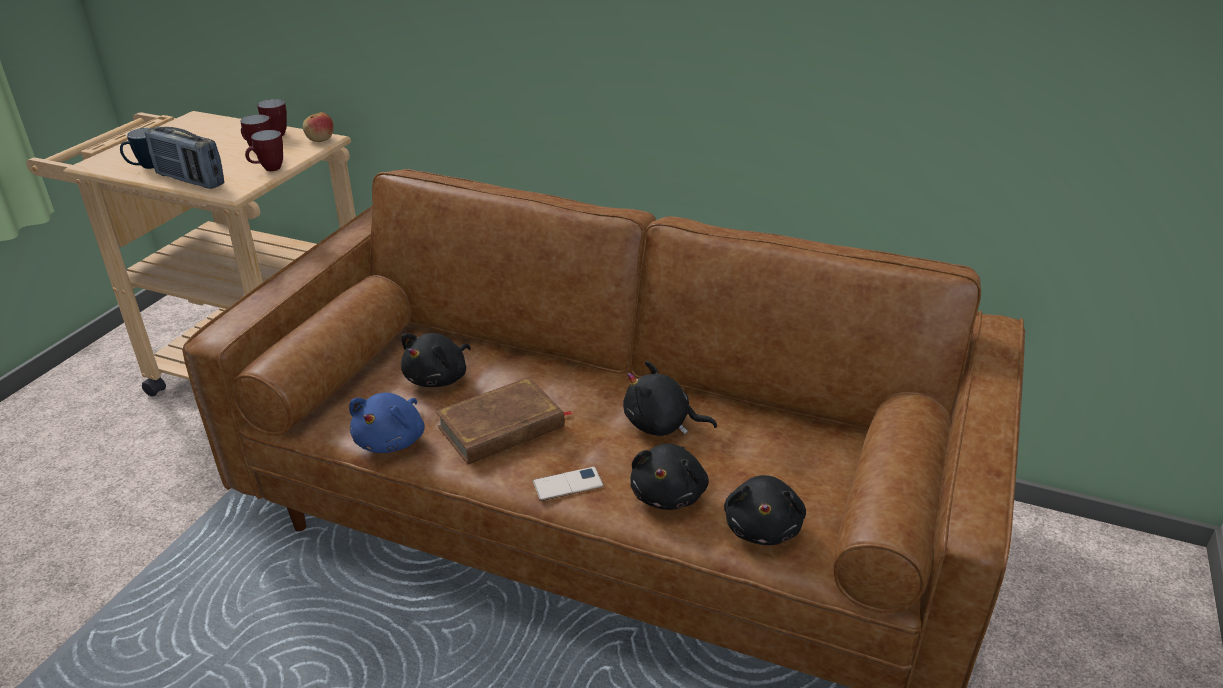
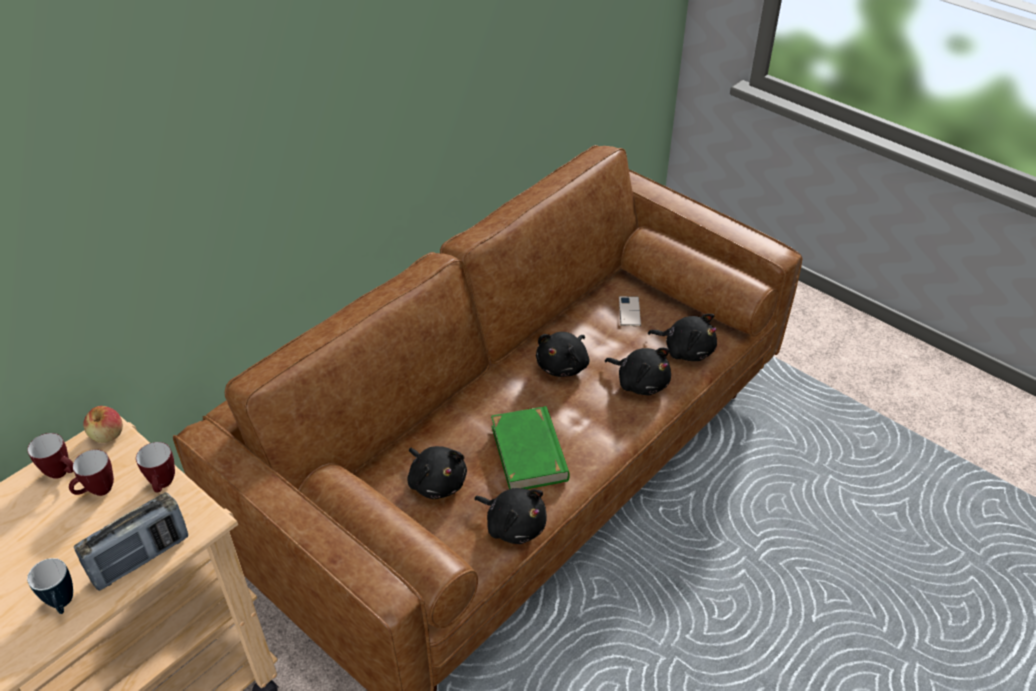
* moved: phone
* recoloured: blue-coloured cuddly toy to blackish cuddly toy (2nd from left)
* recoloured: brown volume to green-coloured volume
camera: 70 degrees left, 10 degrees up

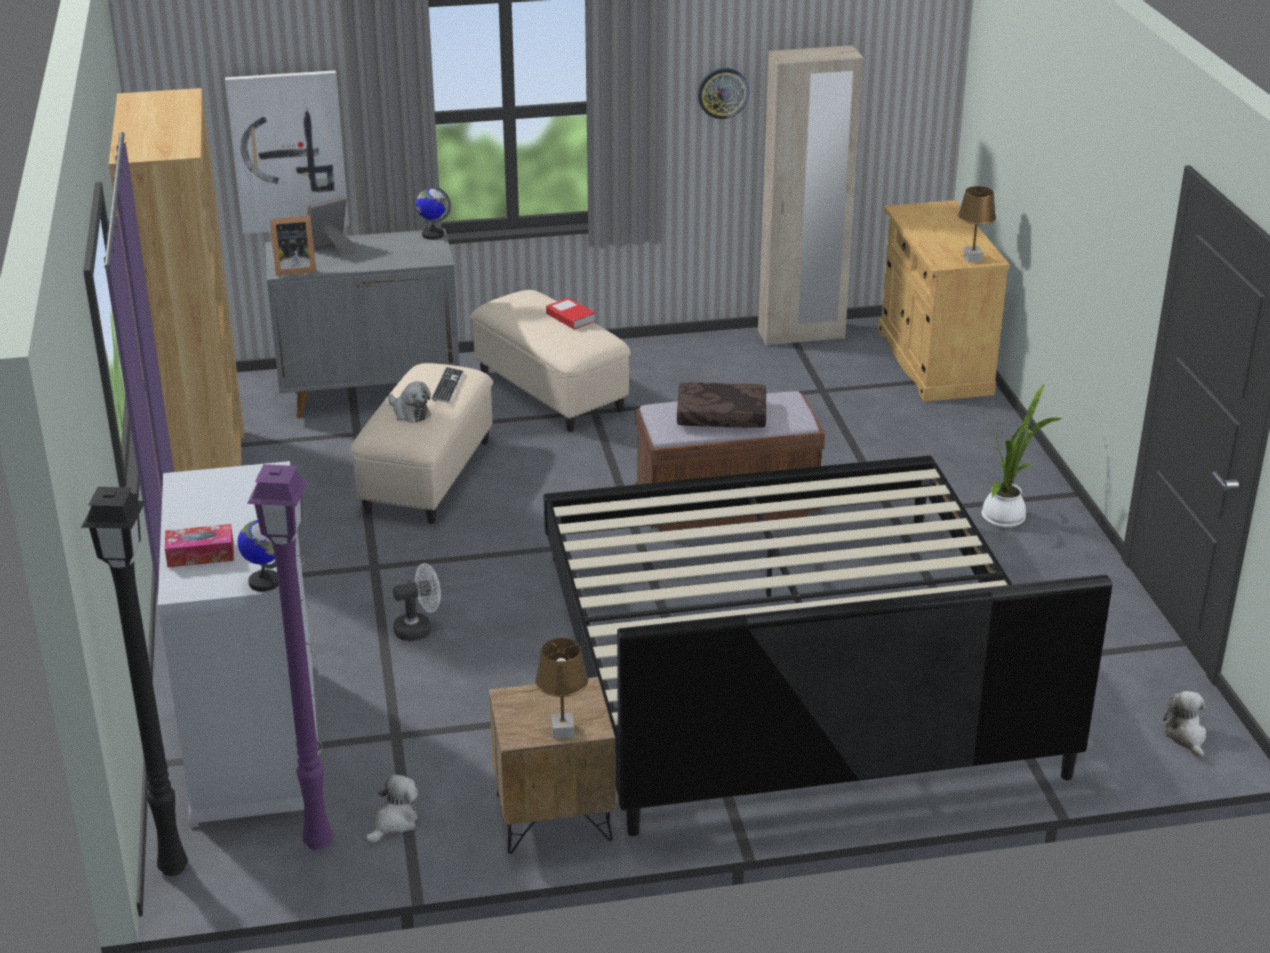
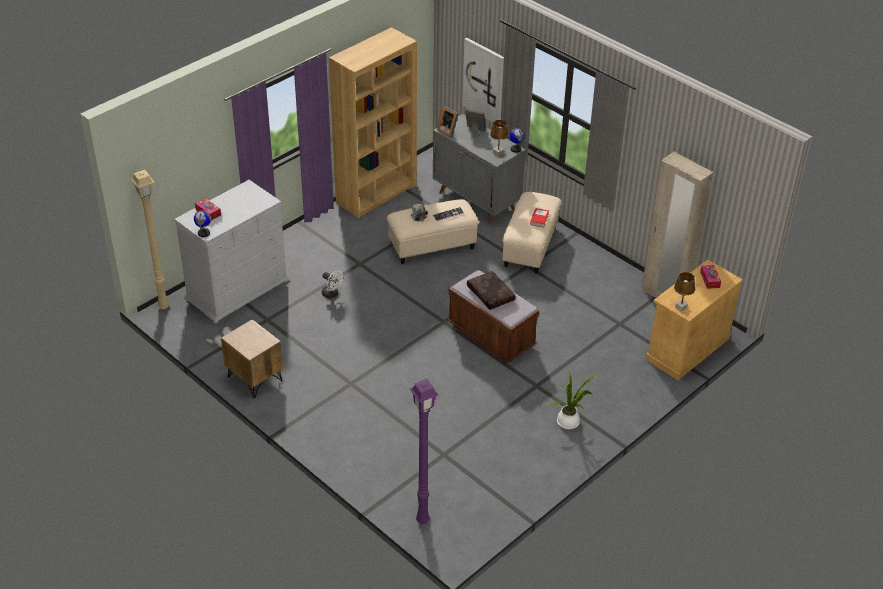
* removed: bedroom bed
* removed: clock on the wall
* removed: cuddly toy (3rd from left)
* added: tissue box (2nd from left)
* moved: purplish floor lamp
* moved: brown lamp for a table (1st from left)
* recoloured: blackish floor lamp to beige floor lamp
camera: 55 degrees right, 10 degrees up

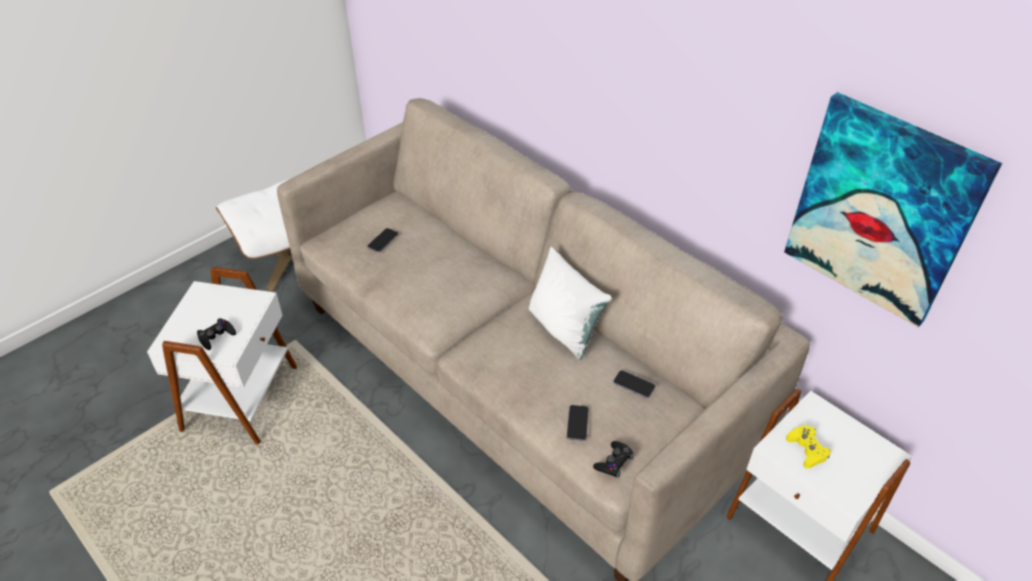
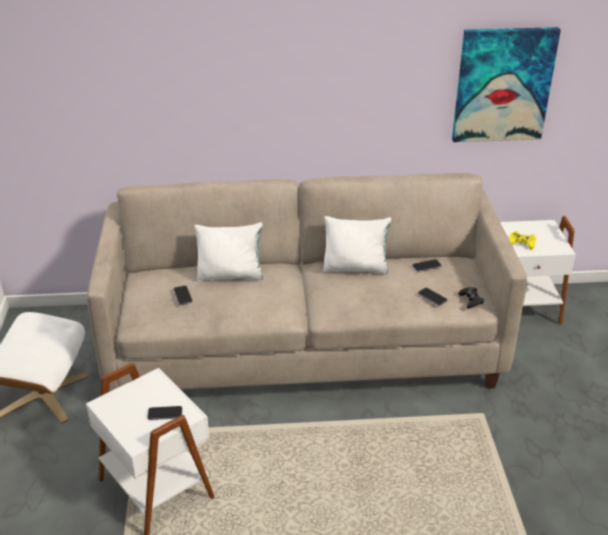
* added: whitish pillow (1st from left)
* replaced: blackish gamepad (1st from left) to phone (1st from left)
camera: 50 degrees left, 10 degrees down

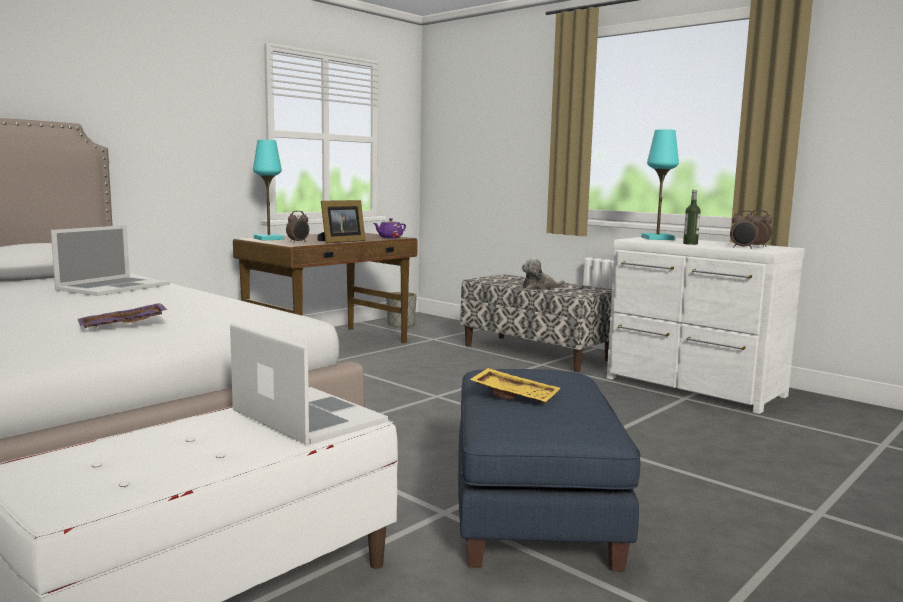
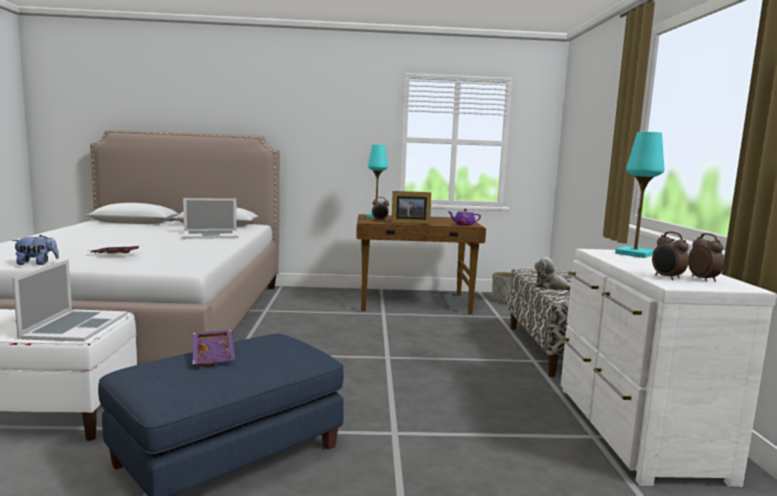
* removed: drink bottle
* added: cuddly toy (1st from left)
* recoloured: yellow carrying tray to purplish carrying tray (2nd from left)
camera: 45 degrees right, 0 degrees up

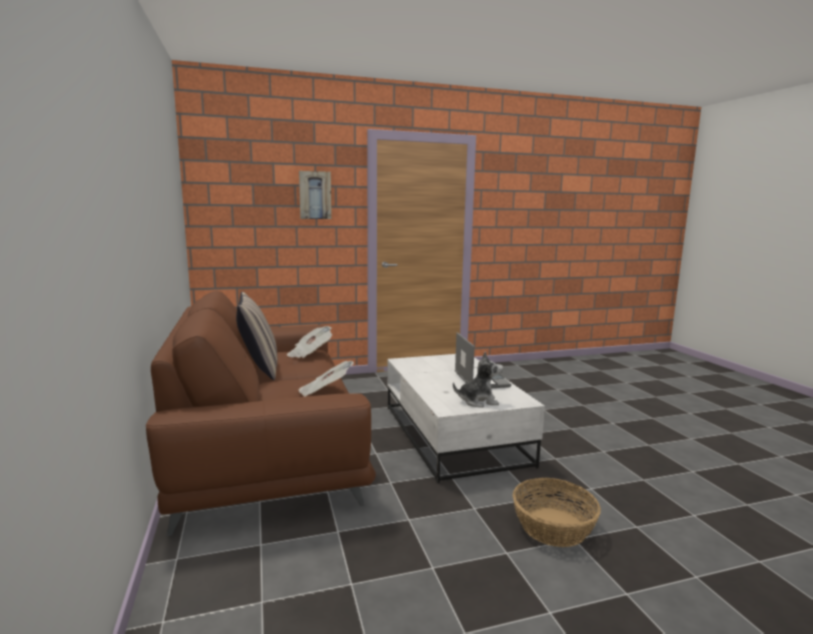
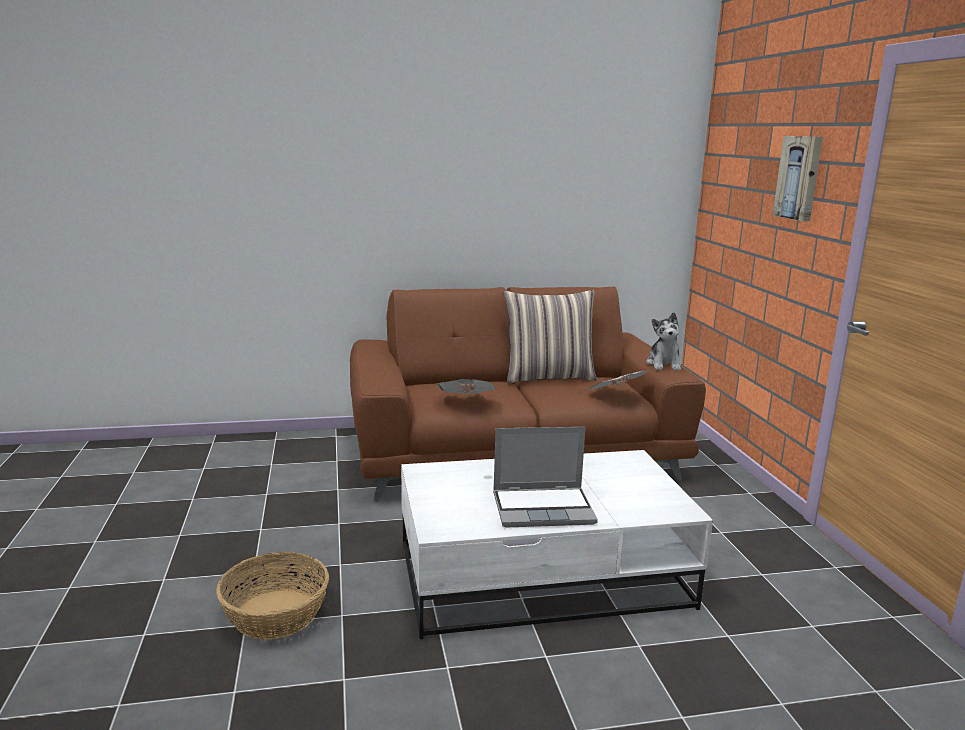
* moved: cuddly toy
camera: 95 degrees right, 5 degrees up

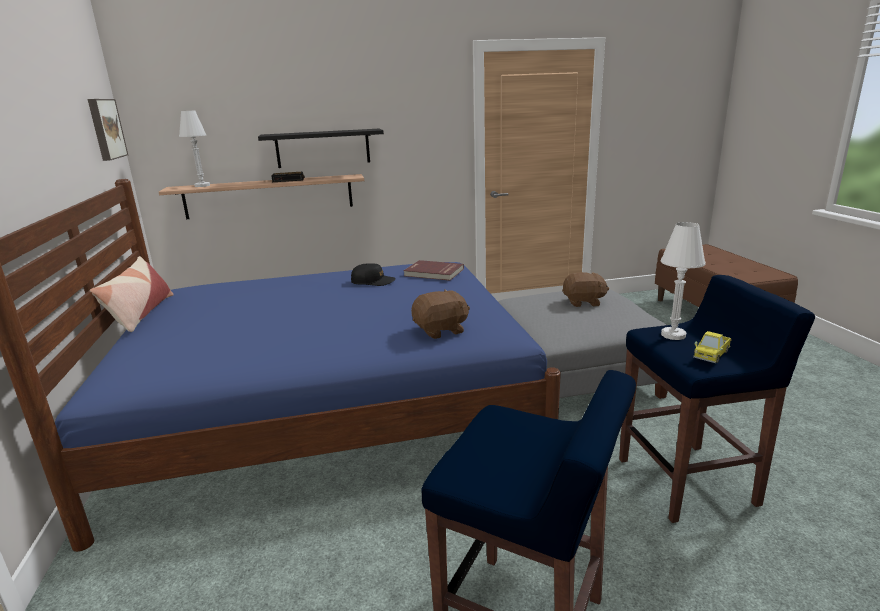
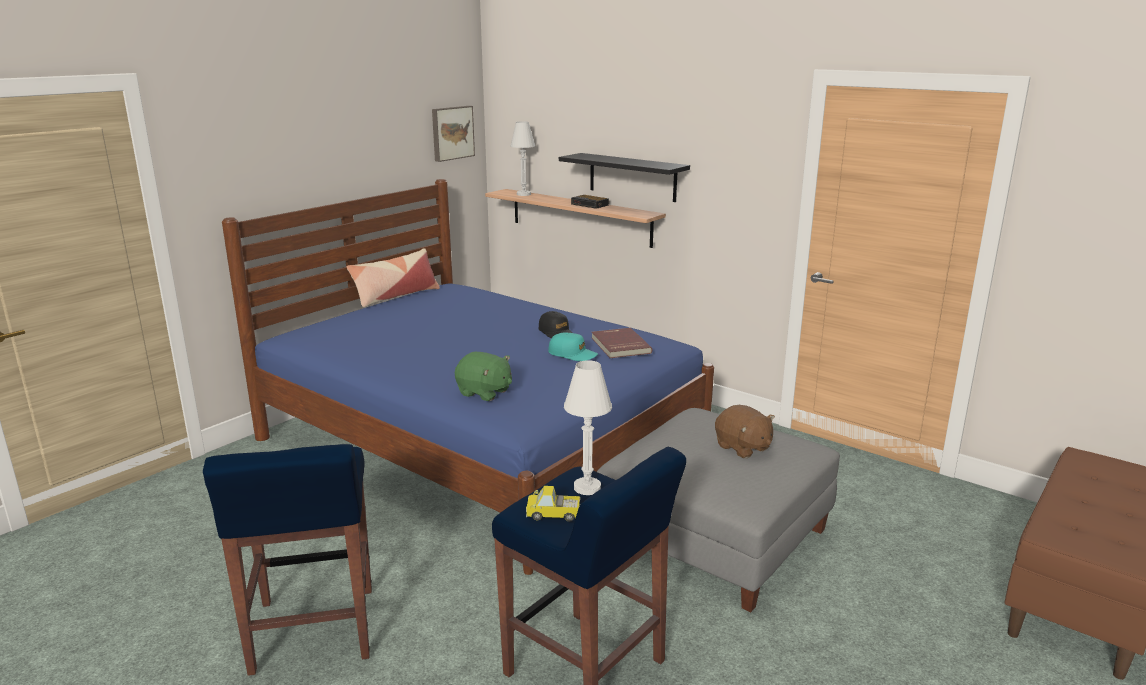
* added: blue-green cap
* recoloured: brown cuddly toy (1st from left) to green-coloured cuddly toy
camera: 50 degrees right, 0 degrees up

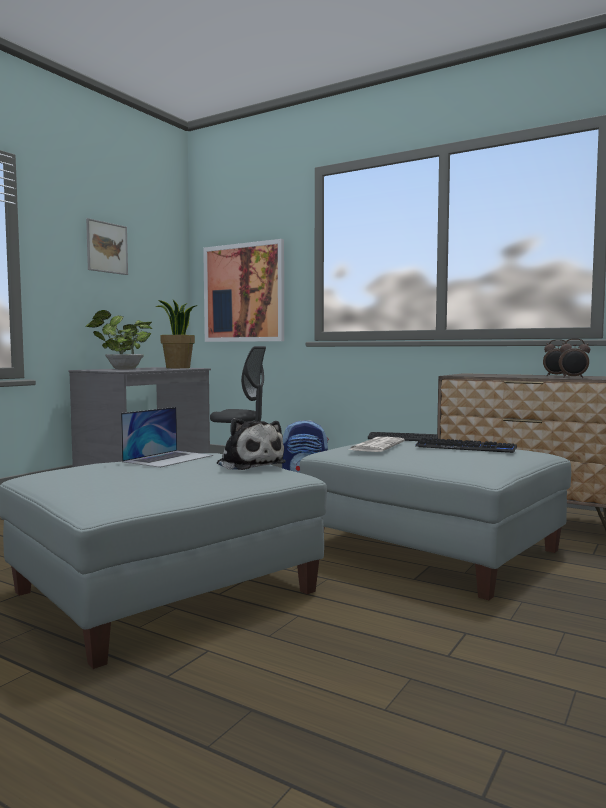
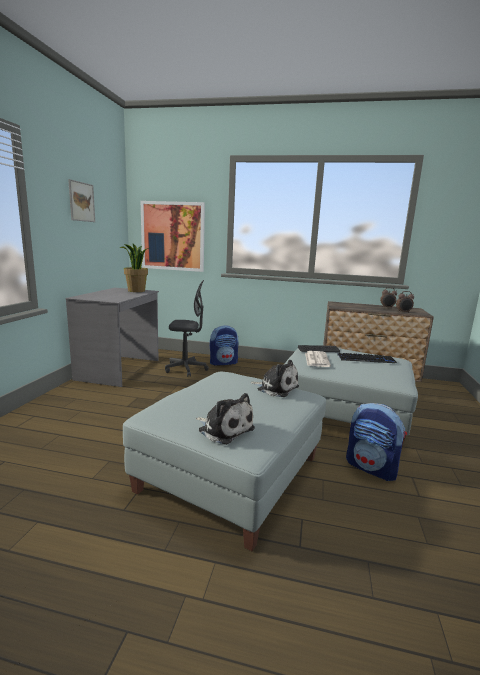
* removed: potted plant (1st from left)
* removed: laptop
* added: cuddly toy (1st from left)
* added: rucksack (2nd from left)
camera: 20 degrees left, 10 degrees up

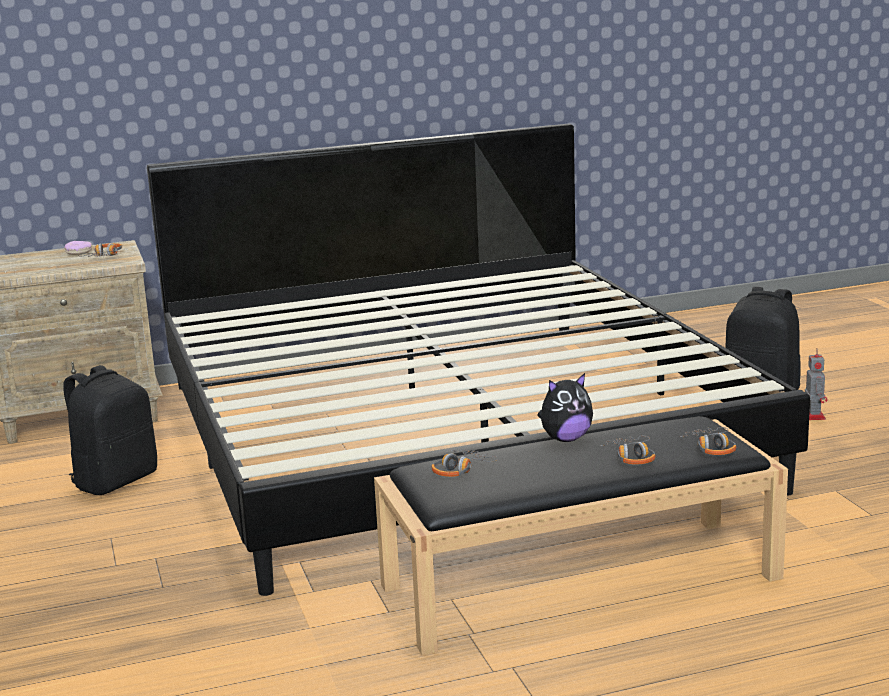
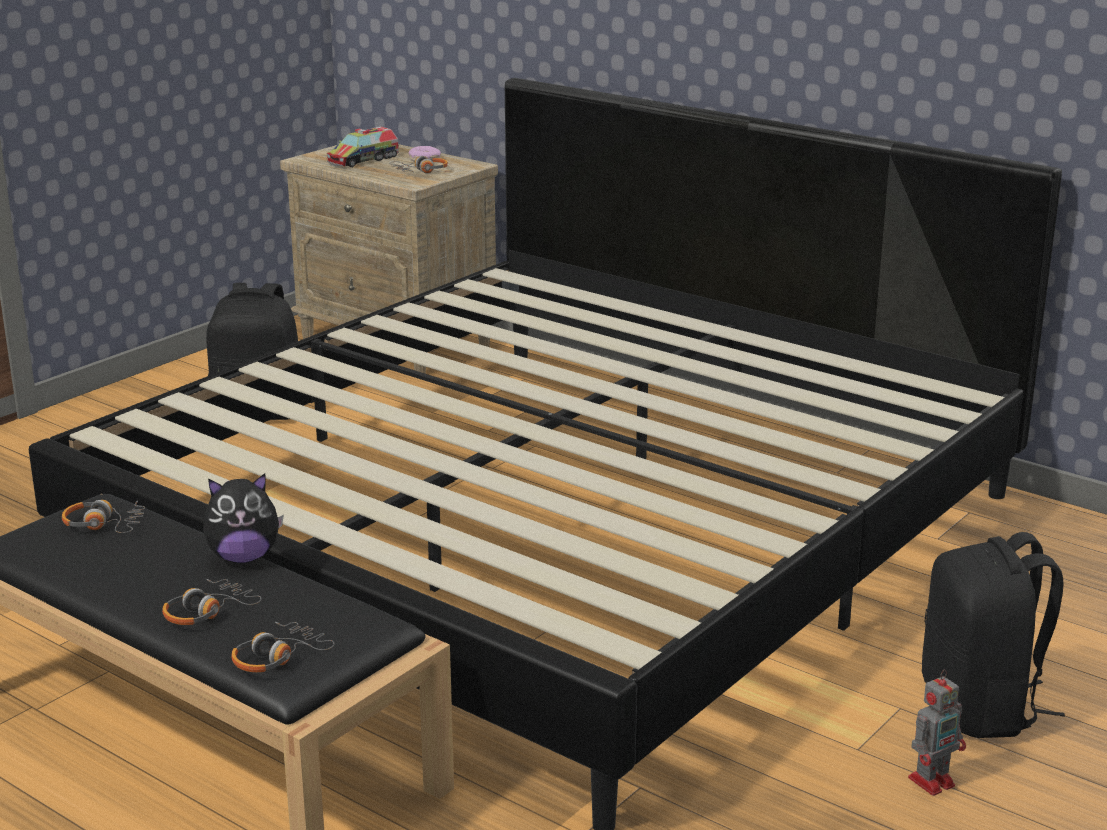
* added: toy lorry
* turned: cuddly toy 45 degrees counterclockwise
camera: 55 degrees right, 5 degrees up

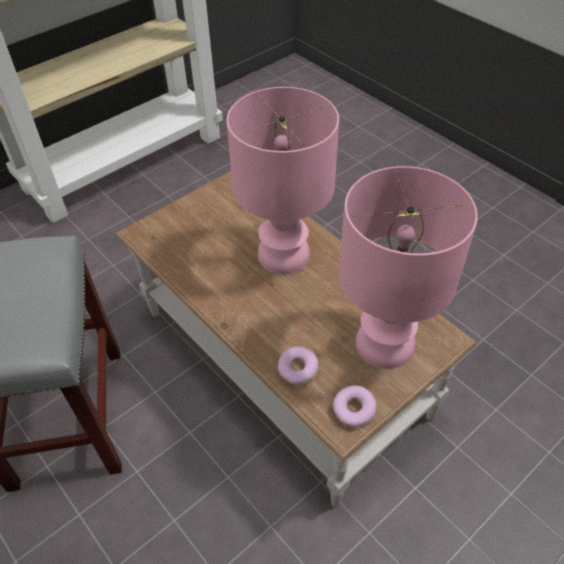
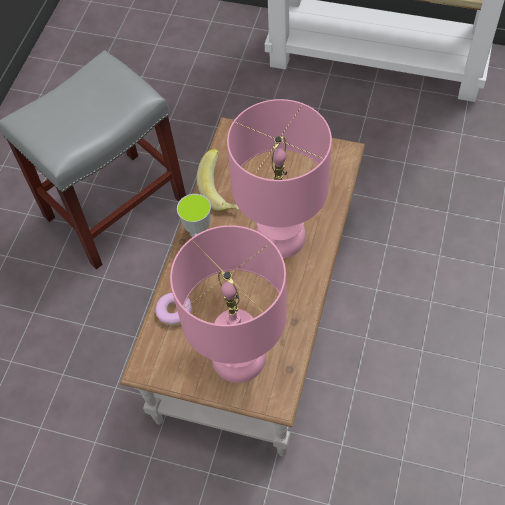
* removed: donut (2nd from left)
* added: small cup
* added: whole banana
camera: 60 degrees right, 10 degrees up

